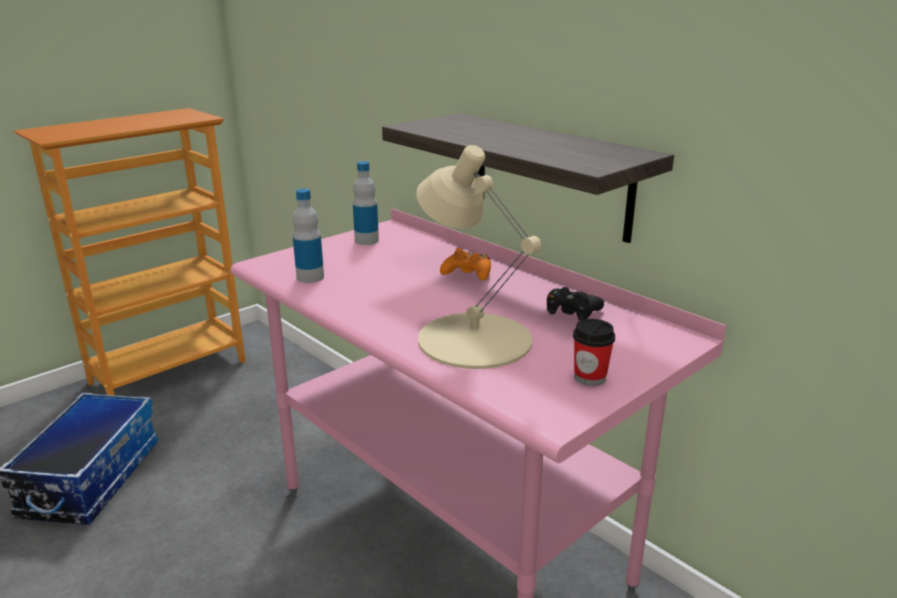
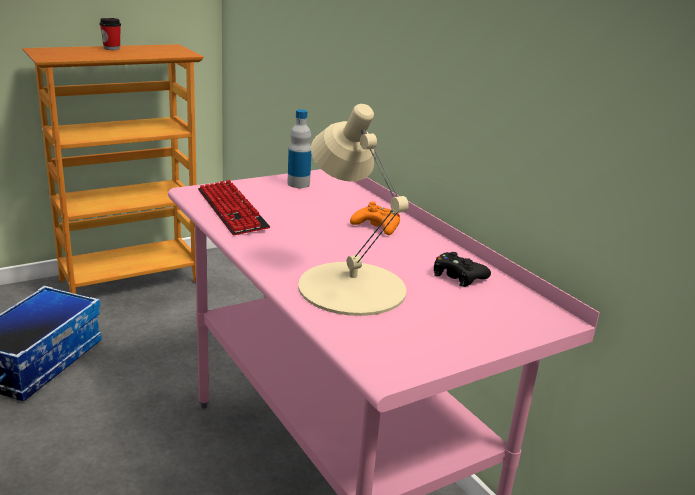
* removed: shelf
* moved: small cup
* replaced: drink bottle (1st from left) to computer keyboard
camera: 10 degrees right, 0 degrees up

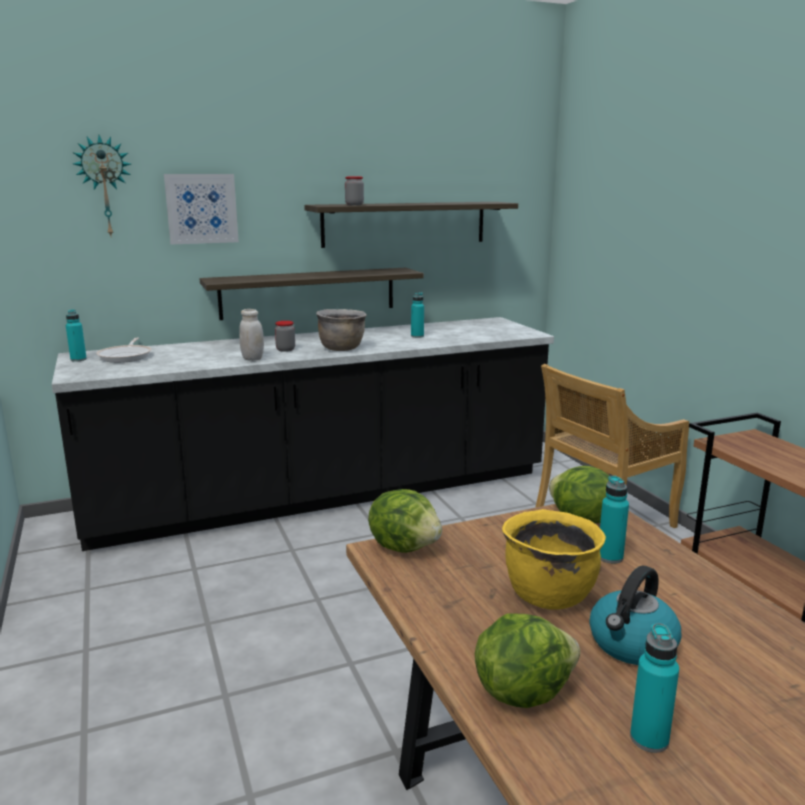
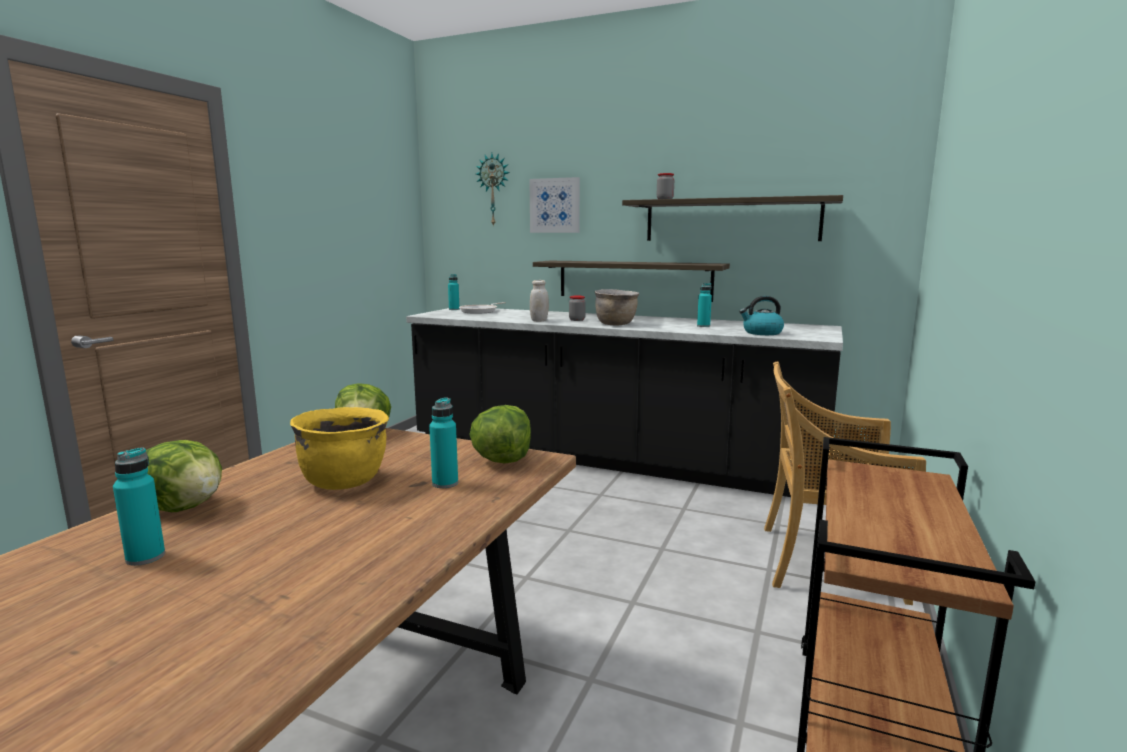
* moved: kettle
camera: 45 degrees right, 5 degrees down

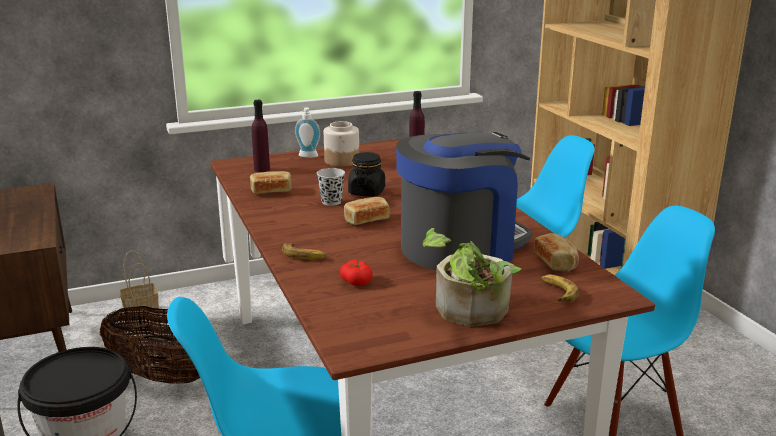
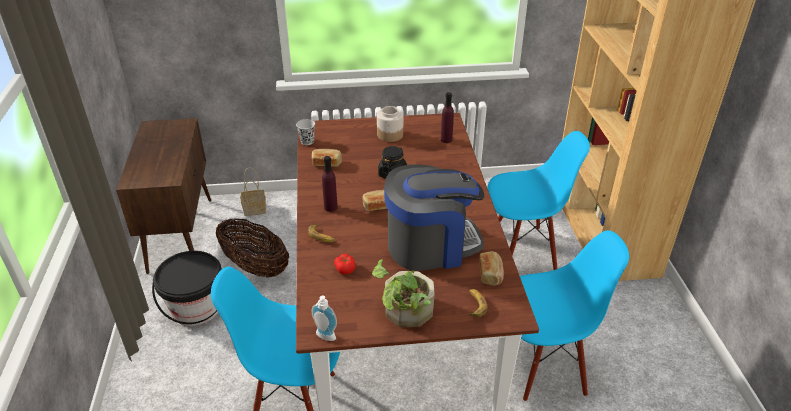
* moved: purplish drink bottle (1st from left)
* moved: soap dispenser
* moved: blackish small cup
camera: 15 degrees right, 15 degrees up

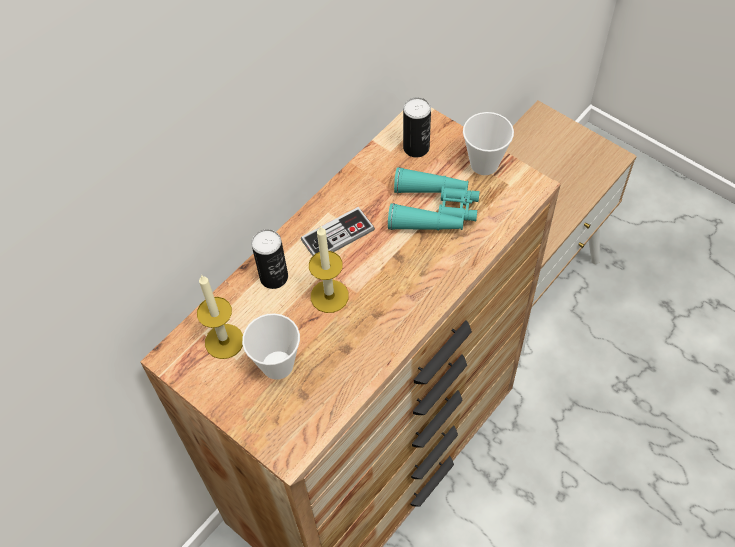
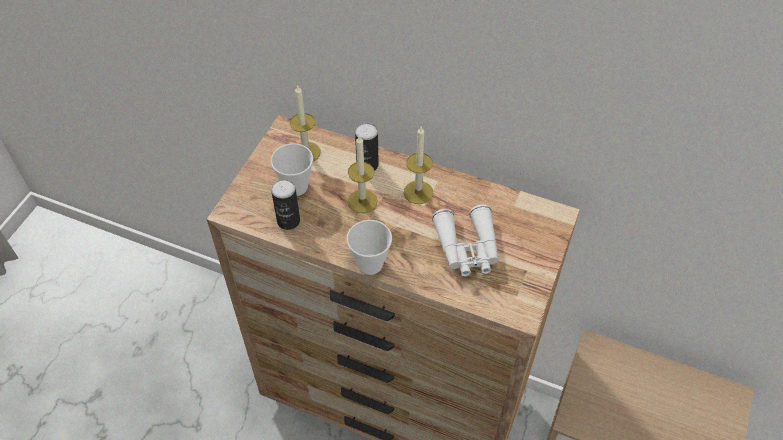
* moved: sealed can (2nd from left in the first image) to sealed can (1st from left)
* moved: small cup (2nd from left)
* replaced: gamepad to candle (3rd from left)
* recoloured: blue-green field glasses to whitish field glasses
camera: 70 degrees right, 5 degrees down

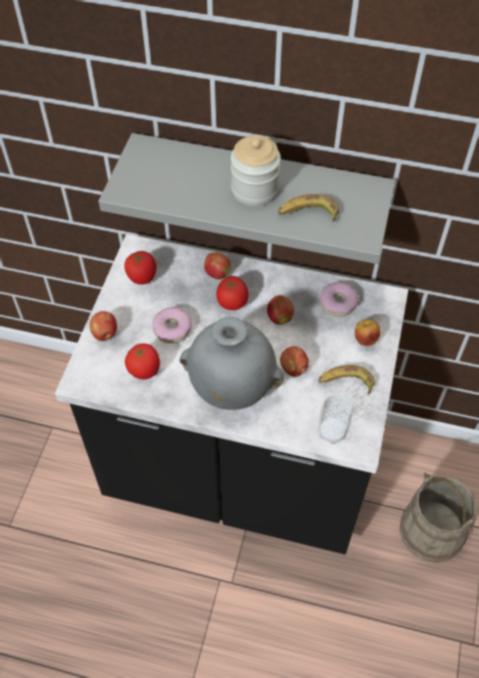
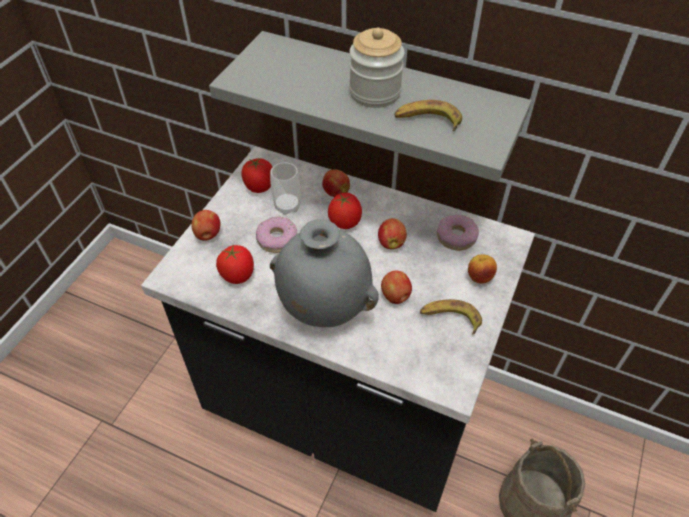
* moved: small cup
camera: 10 degrees right, 5 degrees down

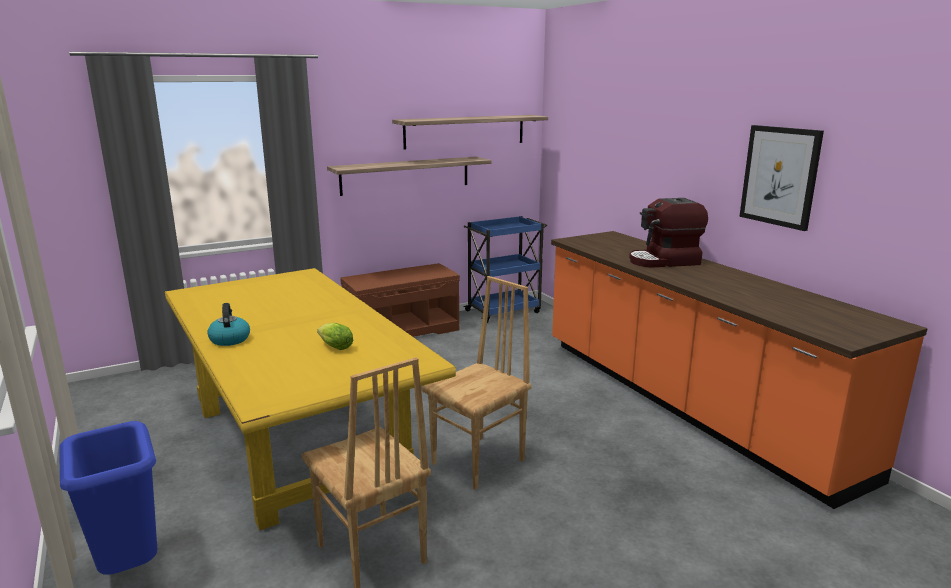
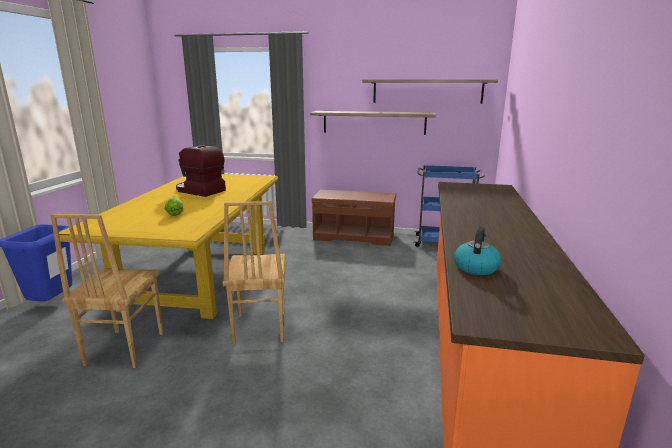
* removed: picture
* moved: kettle
* moved: coffee maker
* turned: brown plain chair (2nd from left) 90 degrees clockwise
camera: 40 degrees right, 0 degrees up

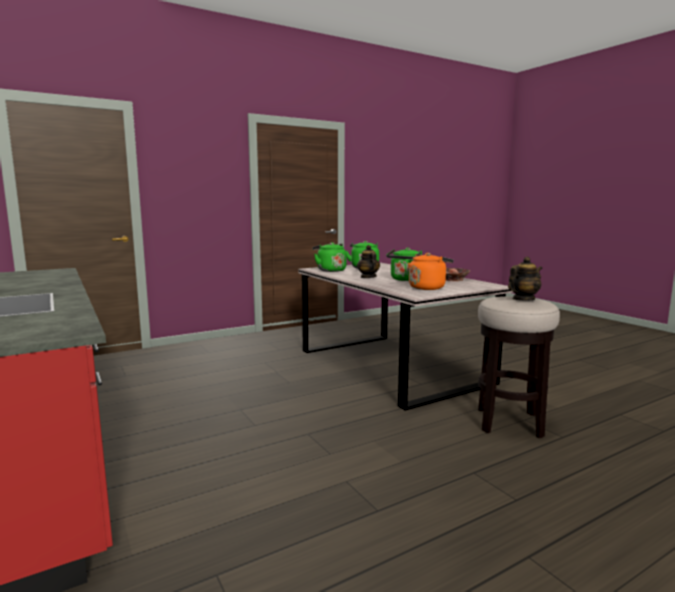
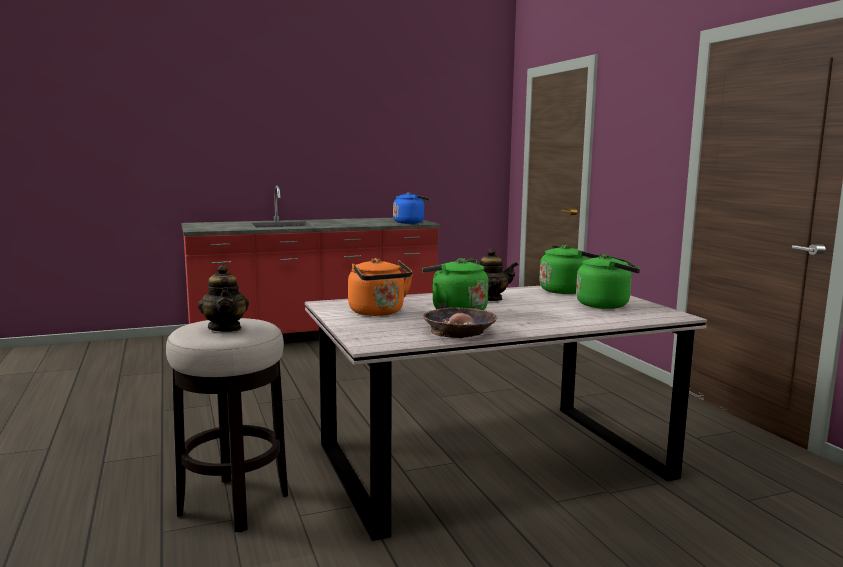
* added: blue-coloured kettle
camera: 100 degrees right, 0 degrees up

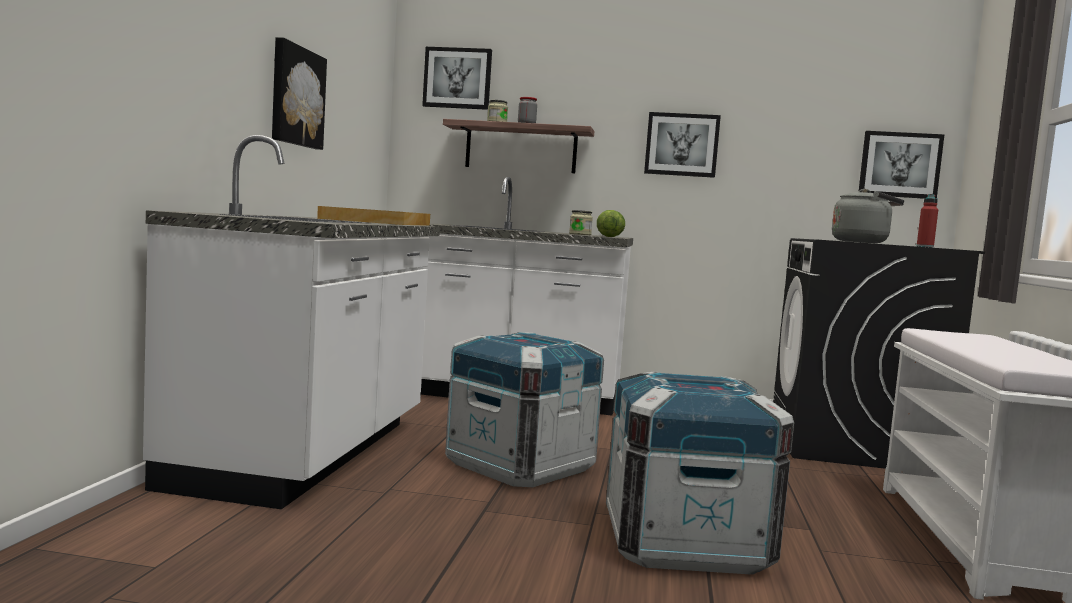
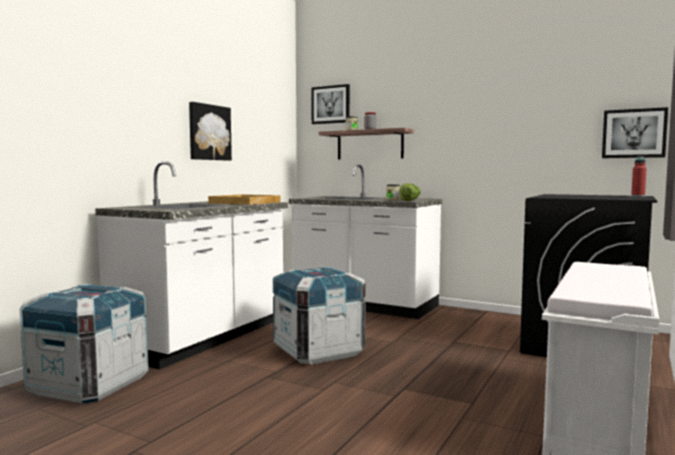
* removed: picture (3rd from left)
* removed: greyish kettle
* moved: shipping crate (2nd from left in the first image) to shipping crate (1st from left)
camera: 20 degrees right, 0 degrees up

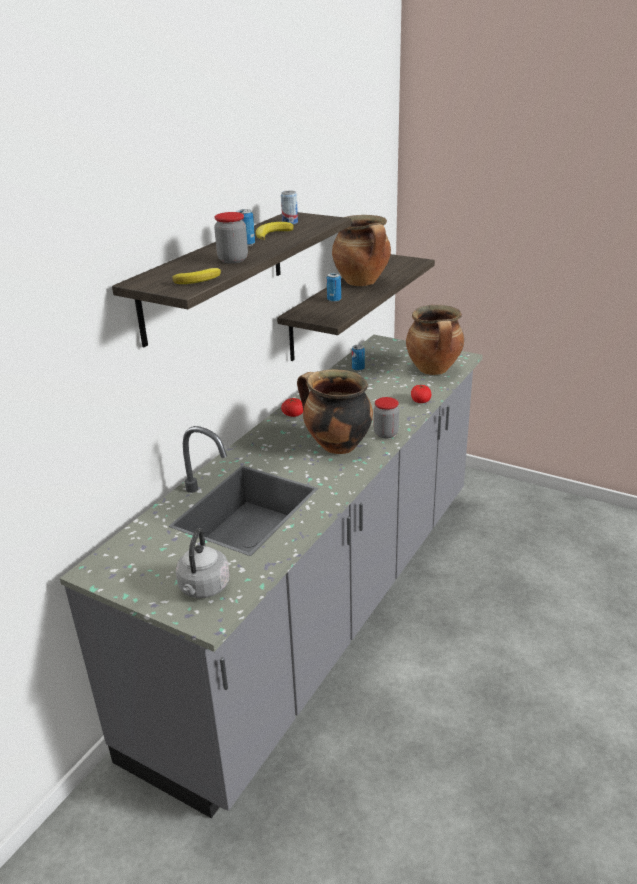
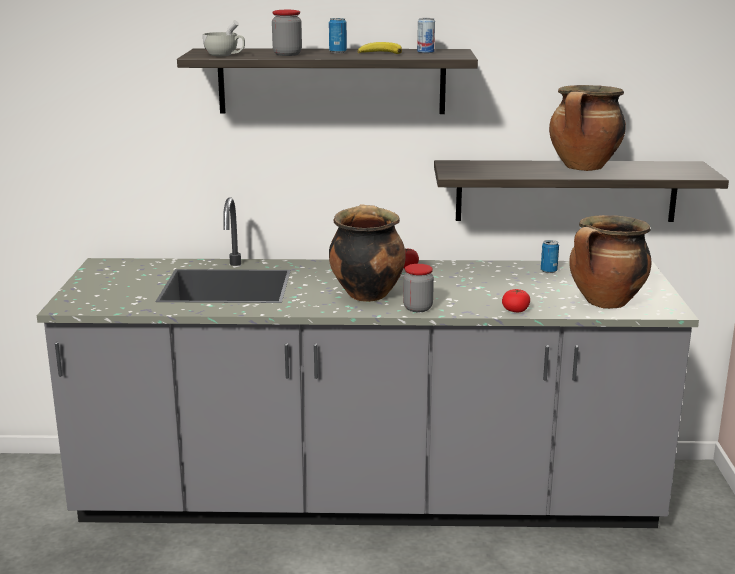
* removed: greyish kettle
* removed: sealed can (3rd from left)
* replaced: whole banana (1st from left) to whitish small cup
camera: 60 degrees right, 10 degrees down

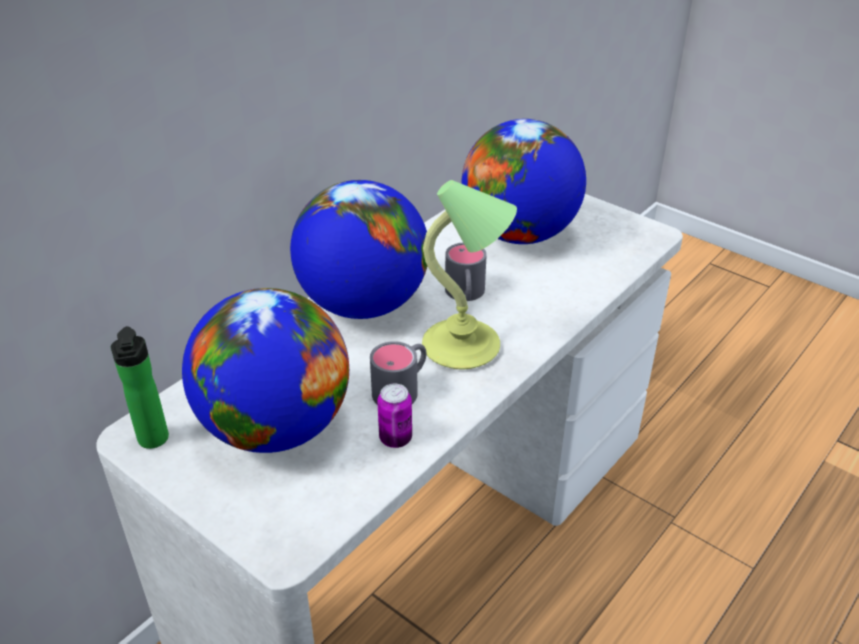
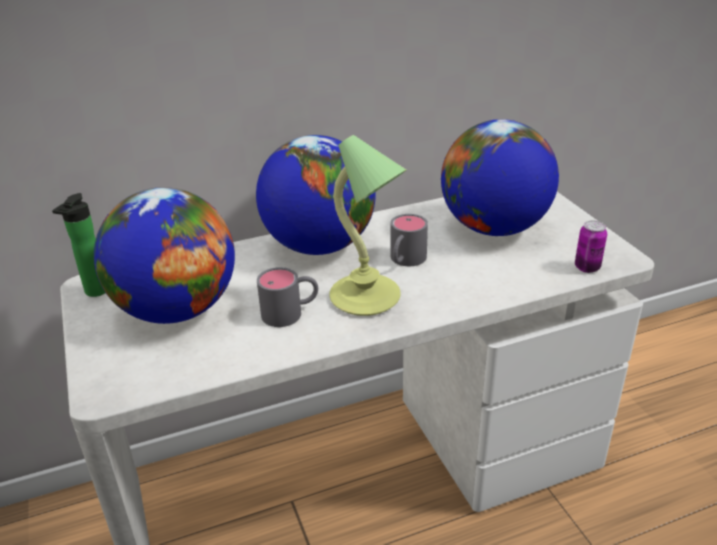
* moved: sealed can
camera: 30 degrees right, 5 degrees down

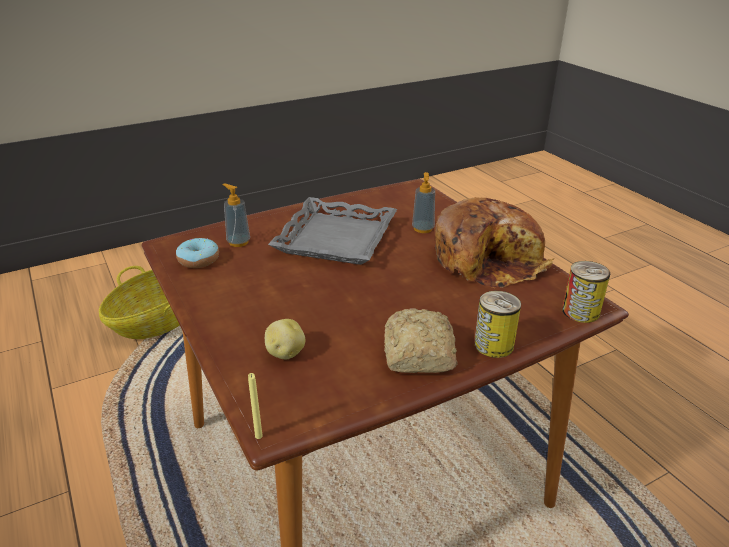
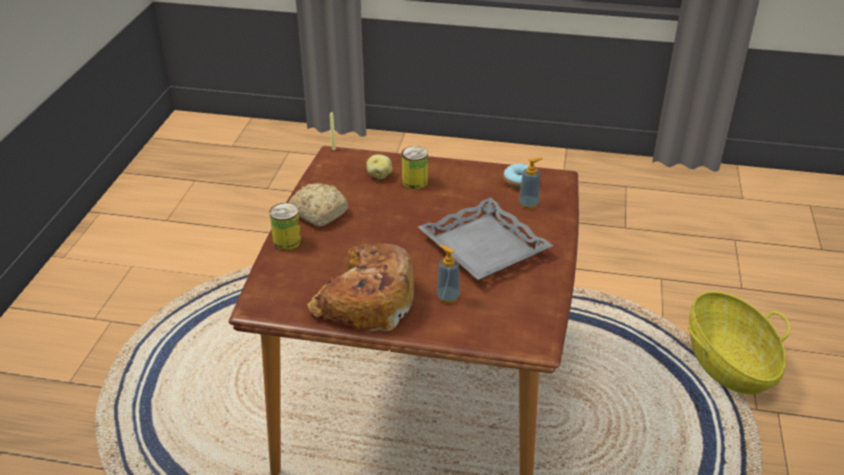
* moved: sealed can (2nd from left)
camera: 130 degrees right, 5 degrees up

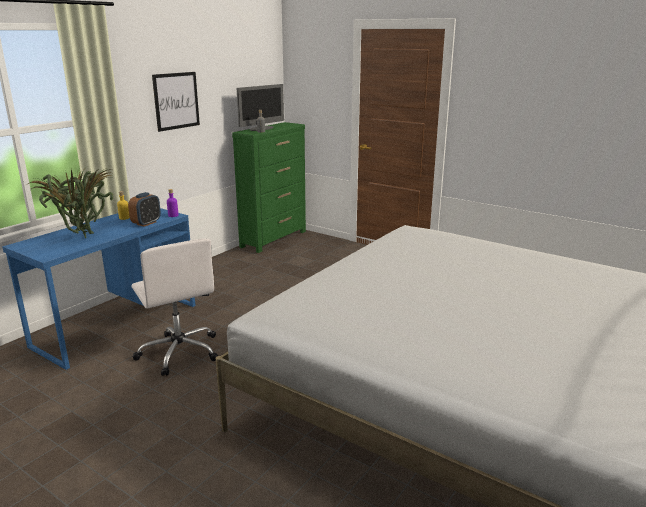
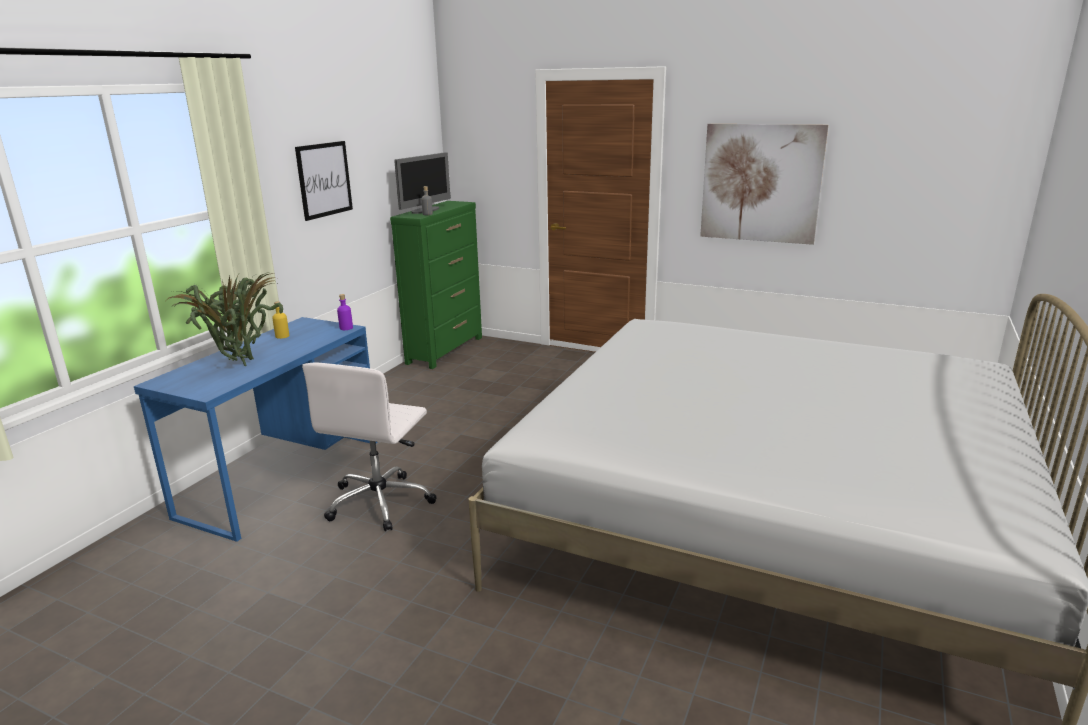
* removed: table clock
* added: picture (2nd from left)
* turned: whitish office chair 60 degrees clockwise
camera: 10 degrees left, 0 degrees up

